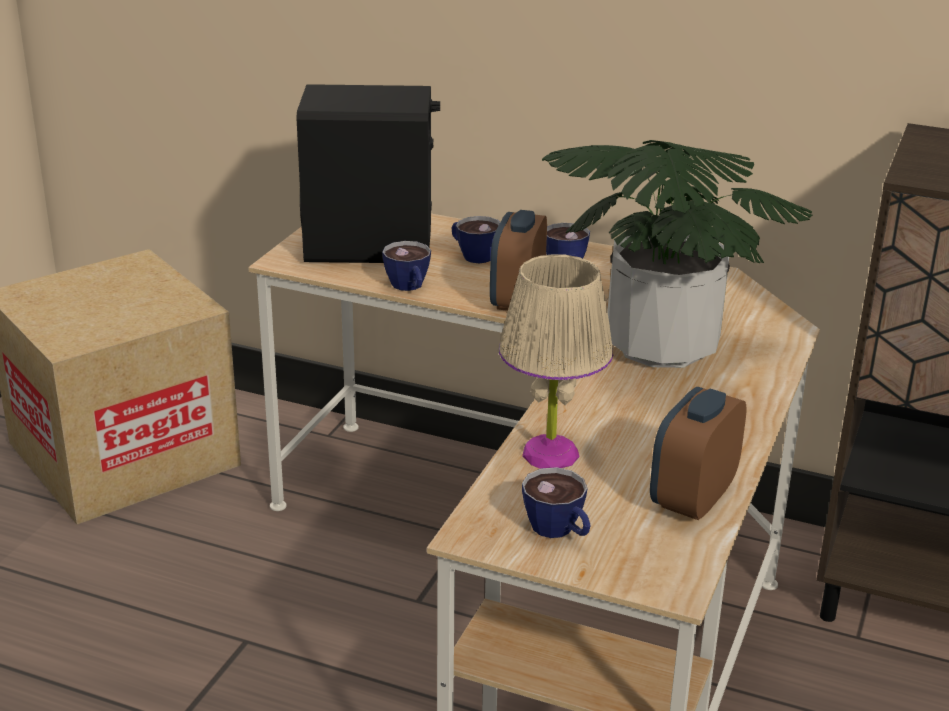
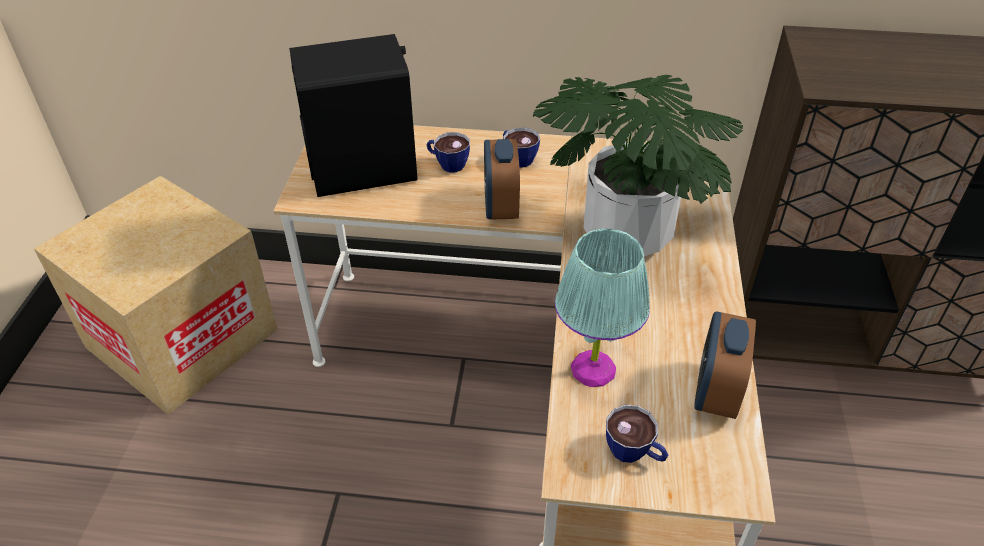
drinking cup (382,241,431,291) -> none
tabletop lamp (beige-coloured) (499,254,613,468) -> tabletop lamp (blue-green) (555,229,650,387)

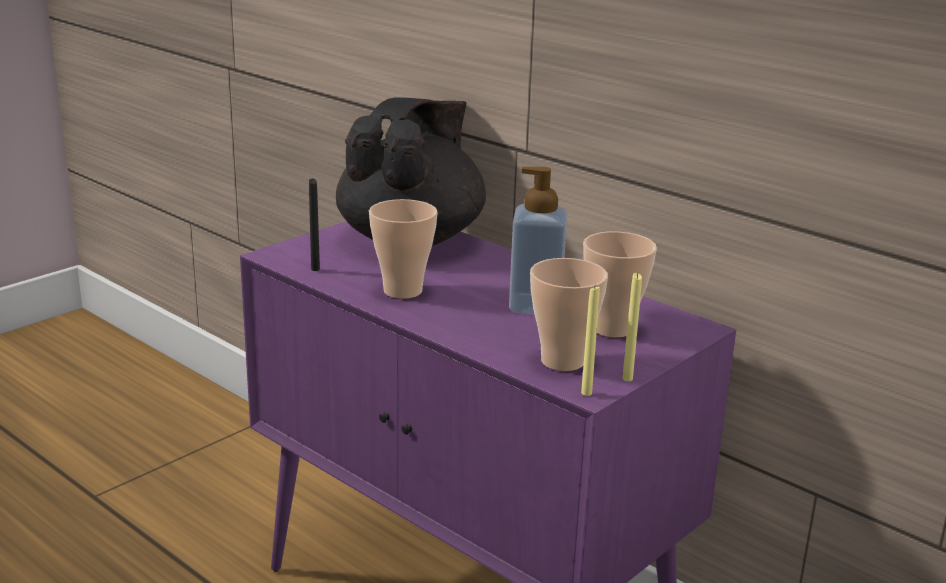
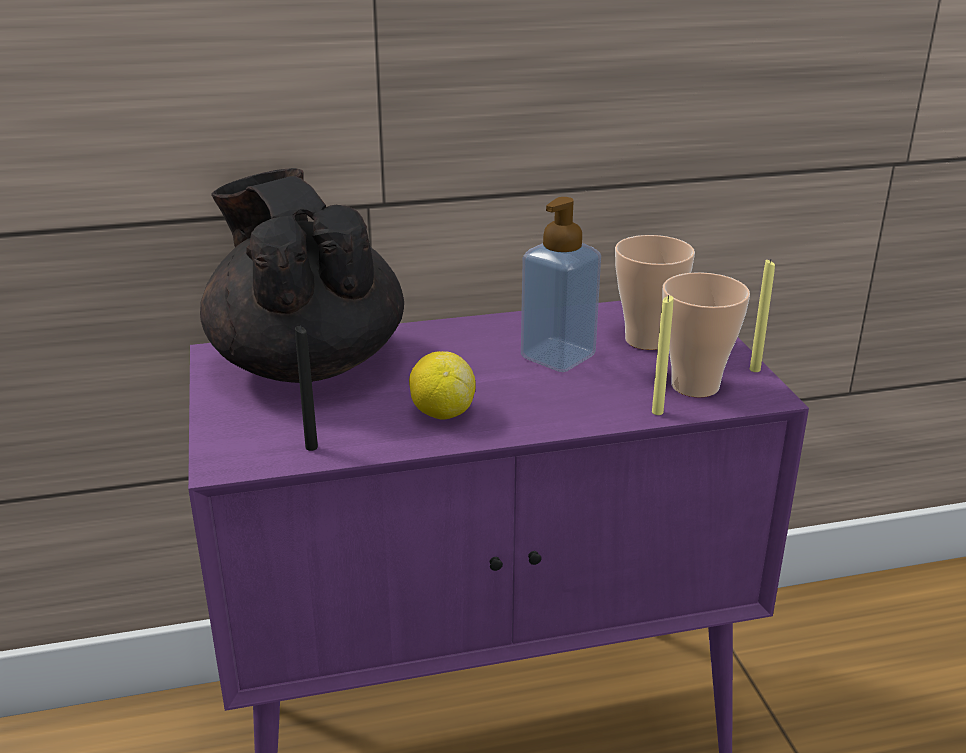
drinking cup (369,199,438,299) -> citrus fruit (409,351,475,420)
wax light (yellow-coloured) (581,287,600,396) -> wax light (yellow-coloured) (652,295,674,415), move

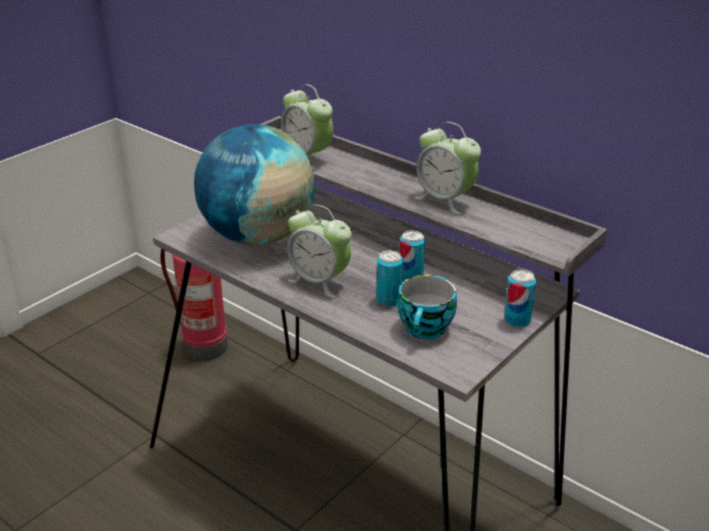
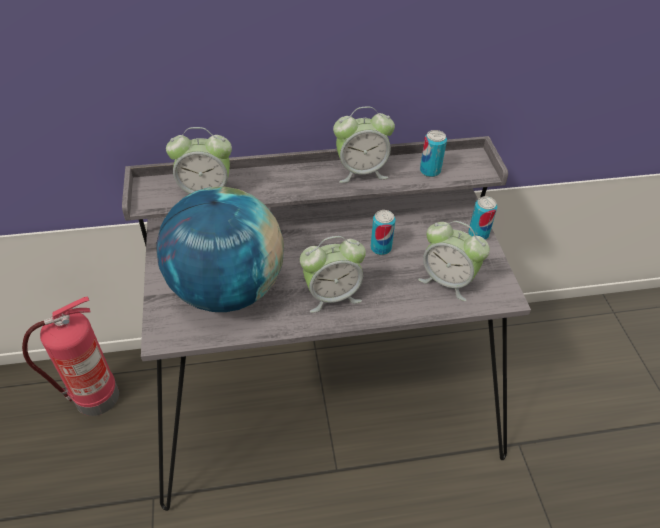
sealed can (377,250,403,307) -> sealed can (420,130,447,177), move
drinking cup (397,275,457,340) -> bedside clock (418,221,490,301)

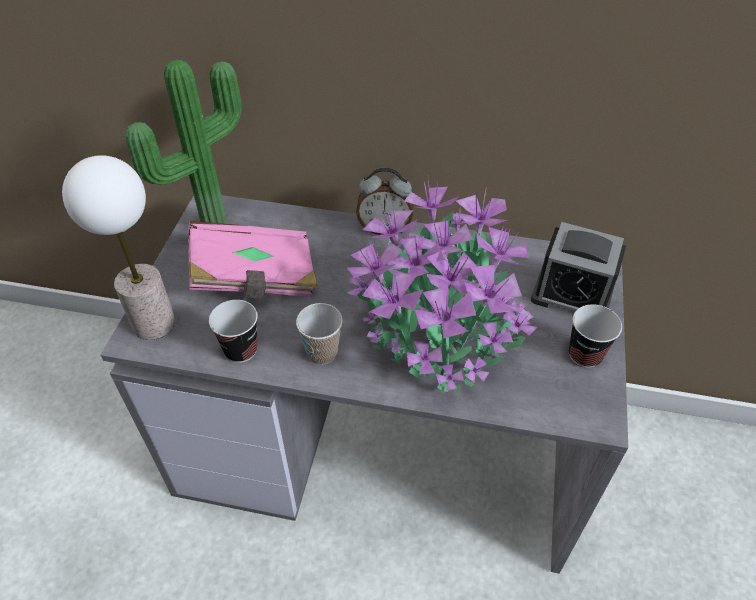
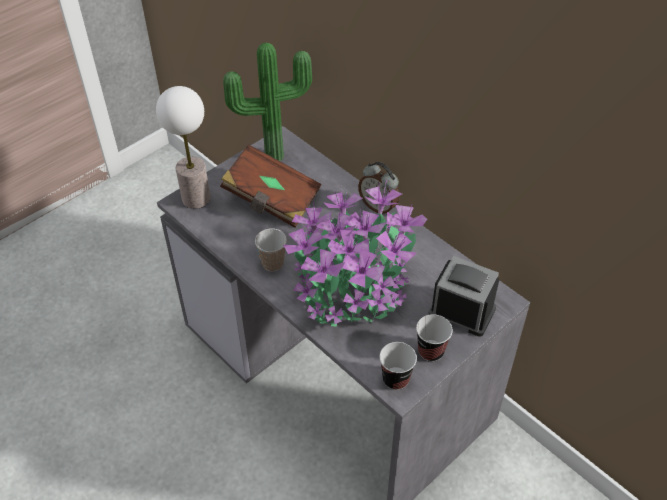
bound book (pinkish) (188,221,318,299) -> bound book (brownish) (220,144,321,228)
drinking cup (209,300,258,363) -> drinking cup (380,342,417,390), move
bedside clock (531,222,626,311) -> bedside clock (428,256,499,337), 150 degrees clockwise

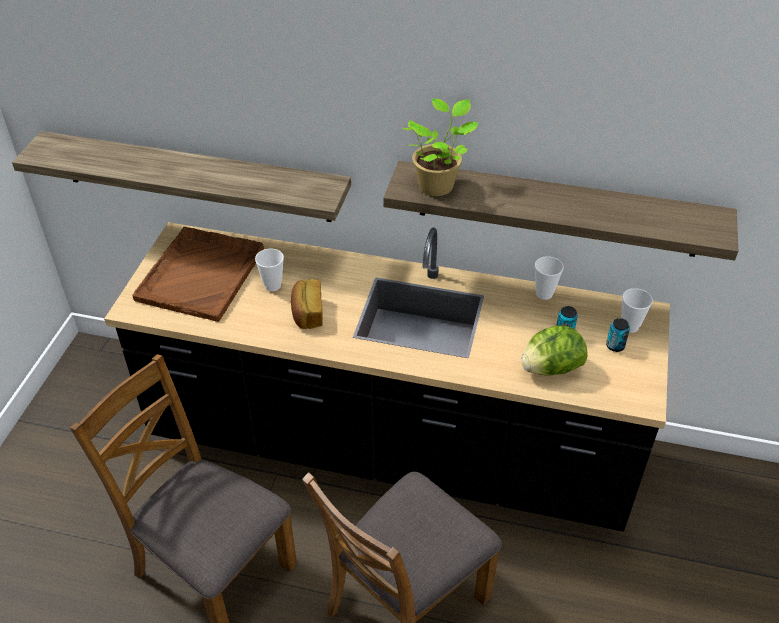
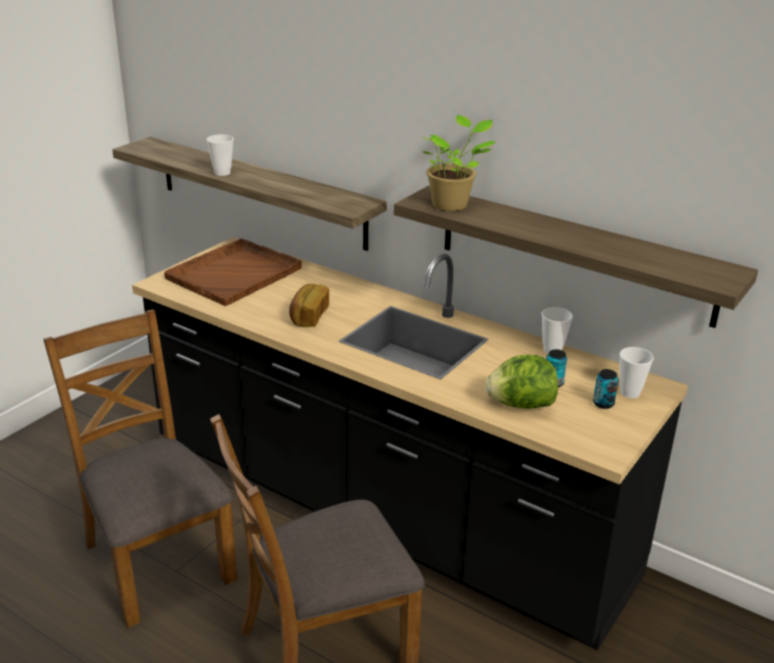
drinking cup (255,249,284,291) -> drinking cup (207,135,234,176), move

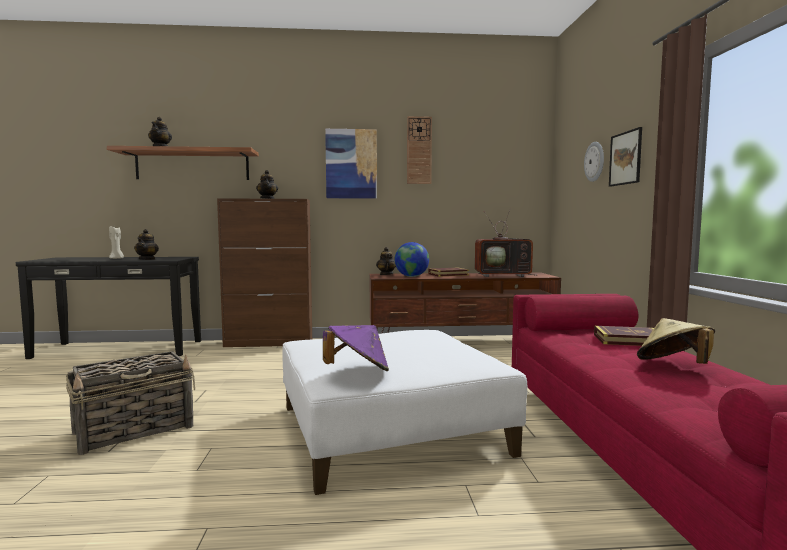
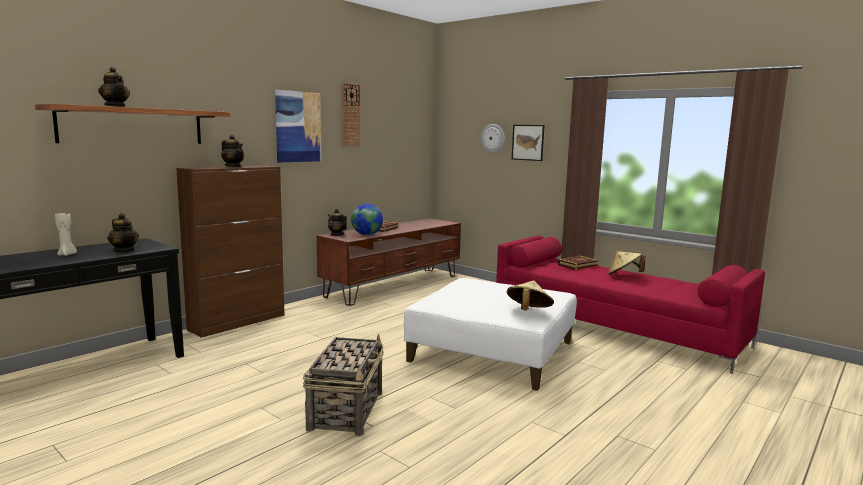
wearable hat (purple-coloured) (323,325,389,371) -> wearable hat (beige-coloured) (507,281,554,310)
TV set (475,207,536,277) -> none

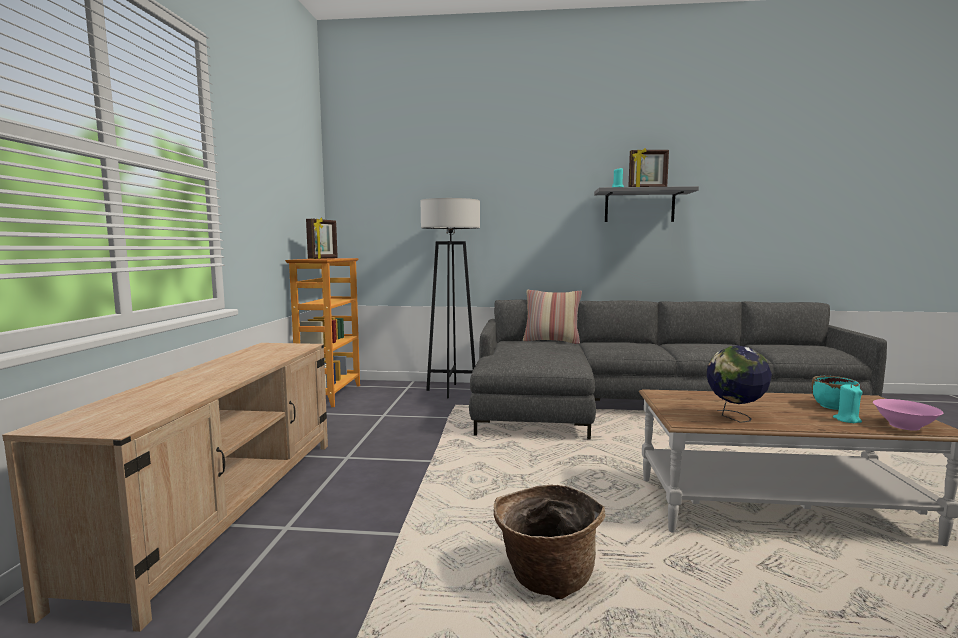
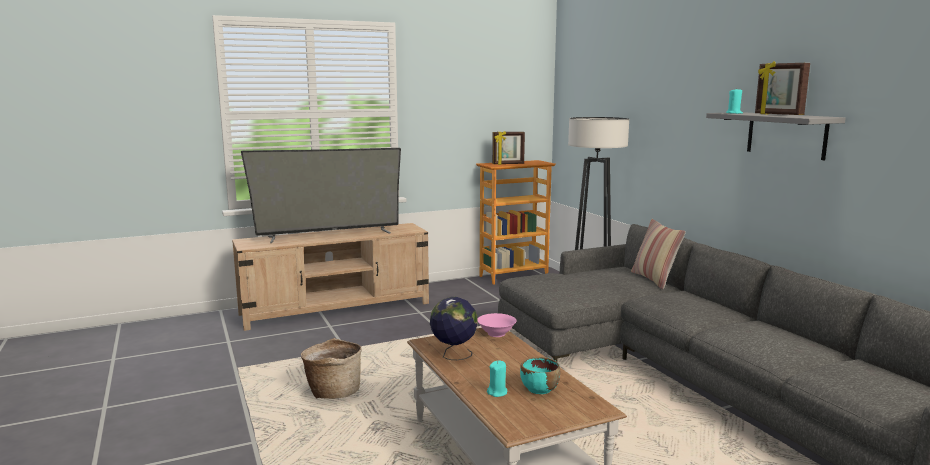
bowl (pinkish) (873,399,944,431) -> bowl (pinkish) (478,313,517,337), move
none -> TV set (241,148,401,243)

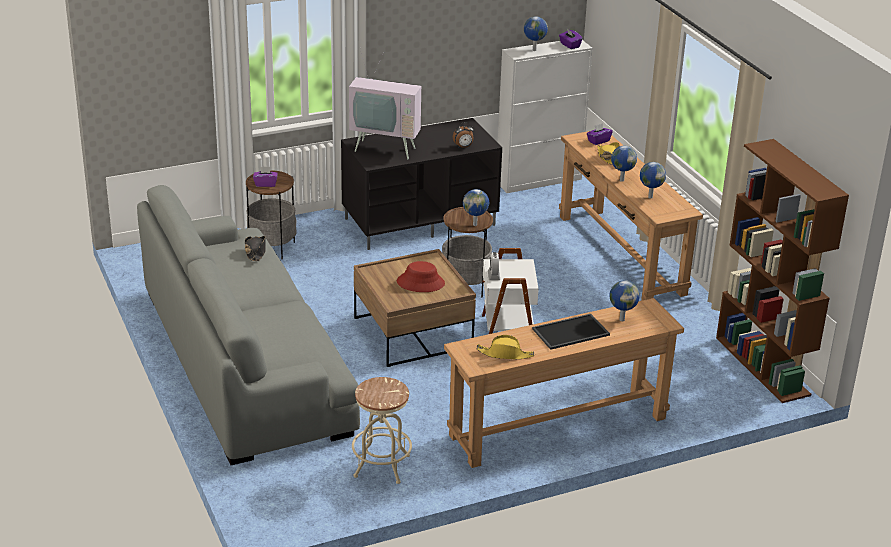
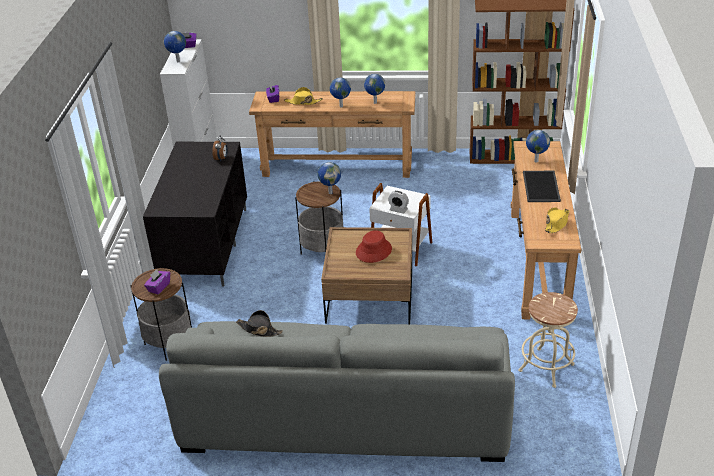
TV set (349,52,421,159) -> none

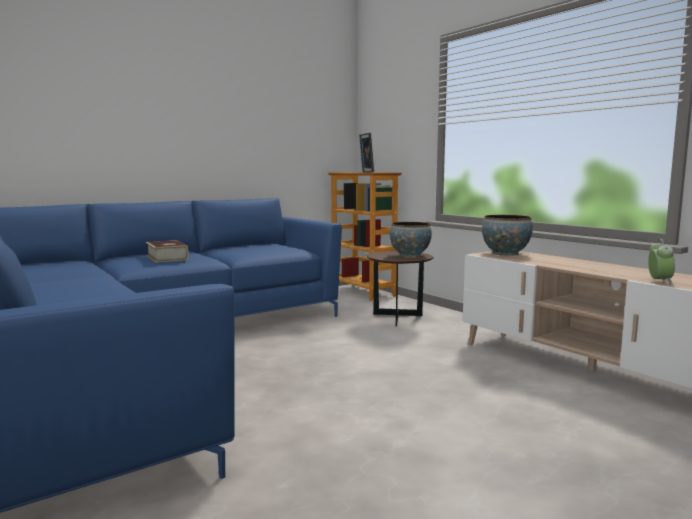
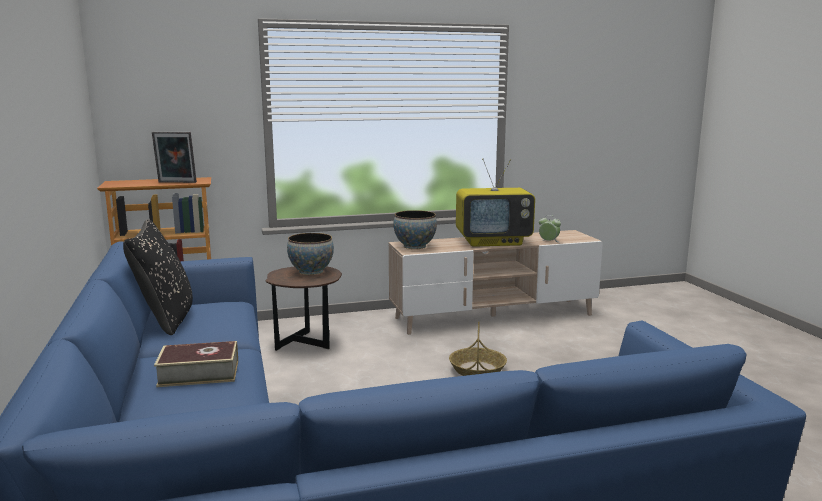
none -> cushion (black-coloured) (123,219,193,335)
none -> storage basket (449,322,507,376)
none -> TV set (456,159,535,247)

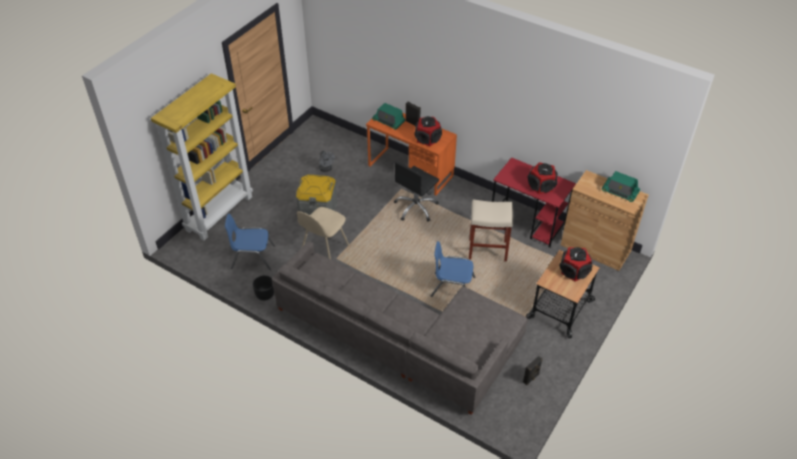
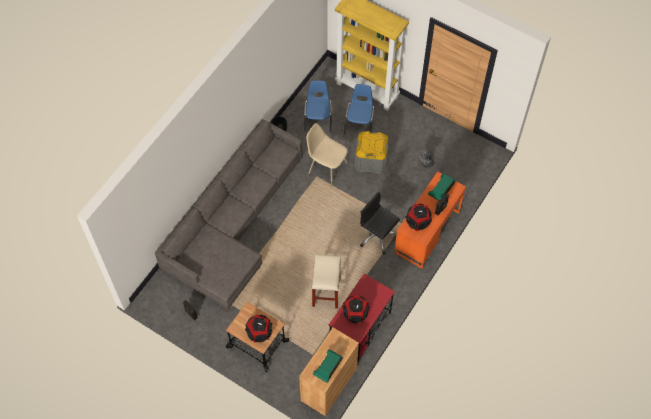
chair (bluish) (431,241,475,297) -> chair (bluish) (344,84,374,134), move

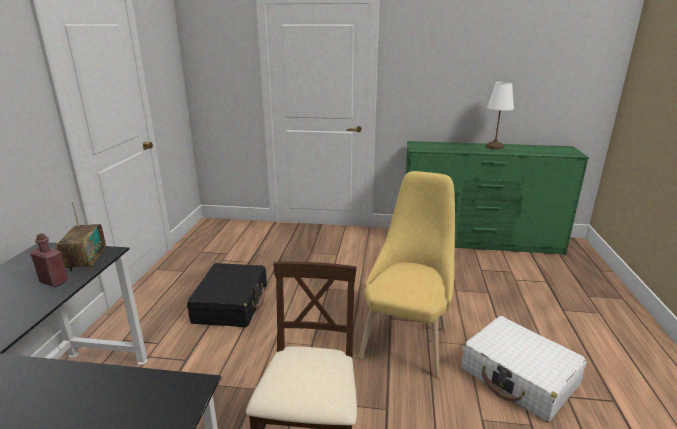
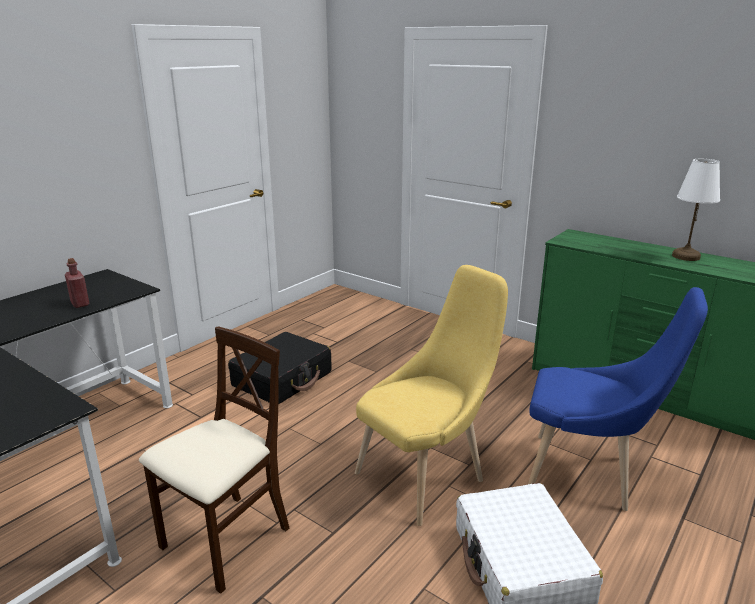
radio (57,202,106,272) -> none
none -> chair (bluish) (528,287,708,511)

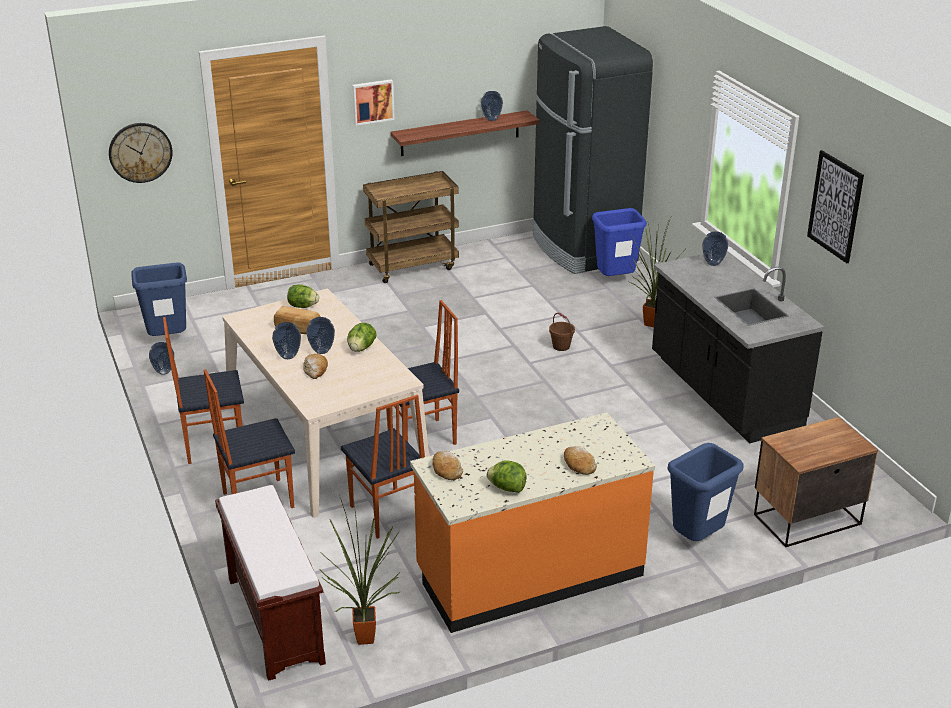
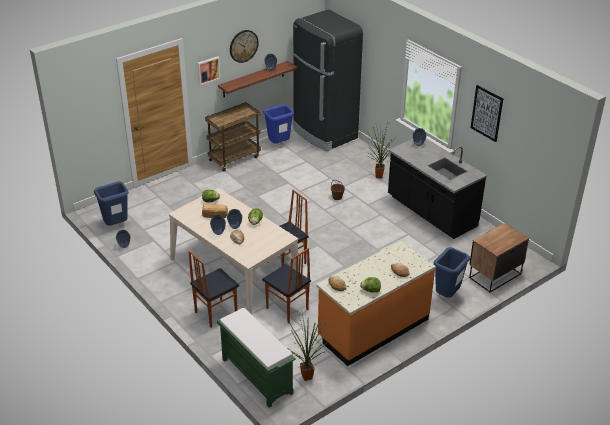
wall clock (109,123,173,183) -> wall clock (230,30,259,63), move
chair (163,317,244,464) -> none
indoor bench (brownish) (215,485,326,681) -> indoor bench (green-coloured) (217,308,296,408)
rubbish bin (bluish) (592,208,647,276) -> rubbish bin (bluish) (264,104,294,143), move

